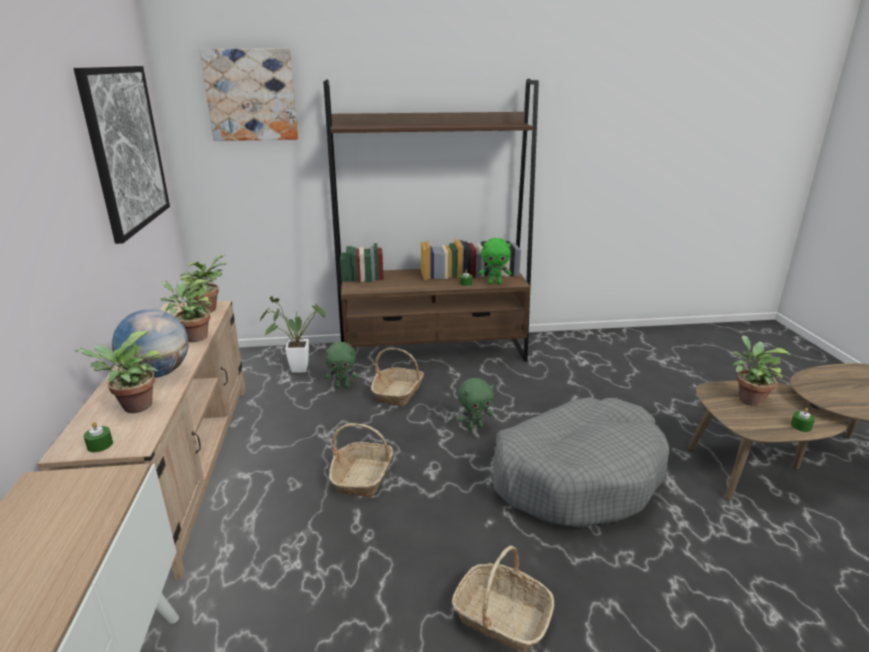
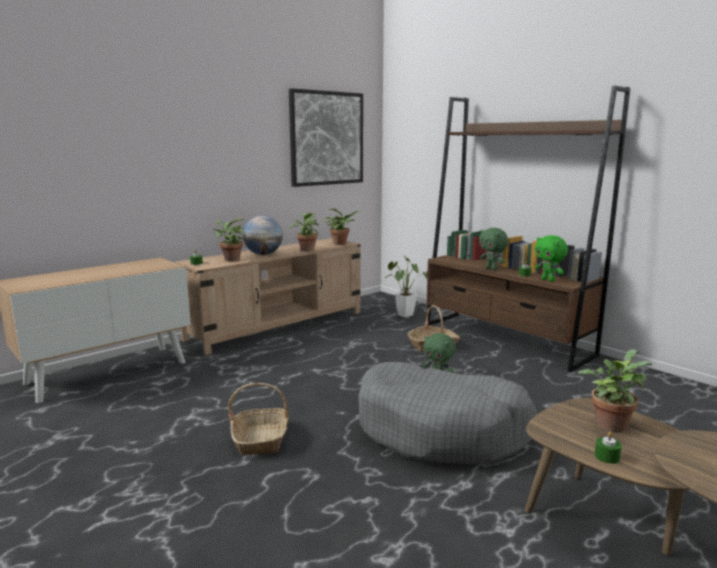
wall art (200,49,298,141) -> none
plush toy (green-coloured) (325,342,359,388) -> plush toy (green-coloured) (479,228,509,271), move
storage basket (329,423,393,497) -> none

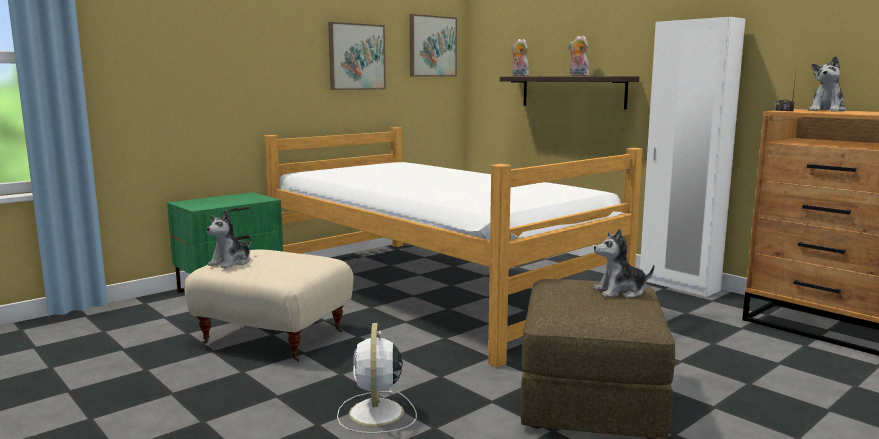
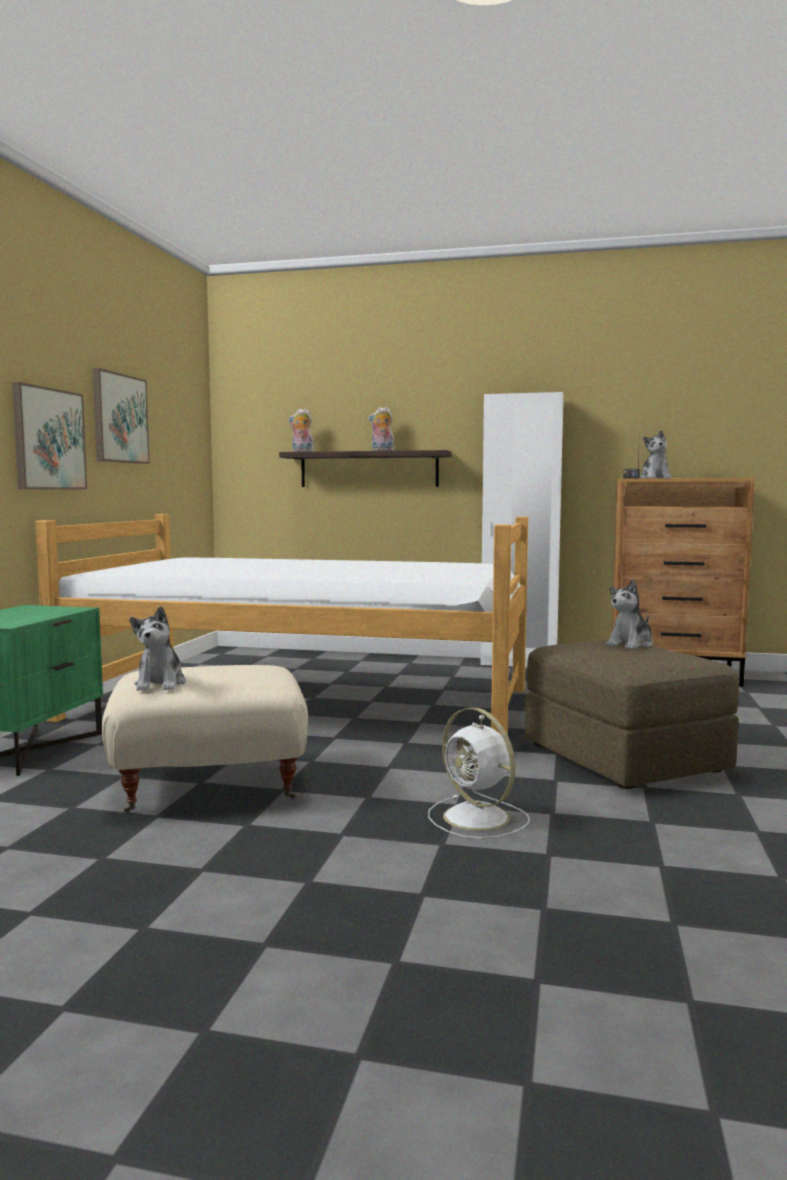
wall art (410,14,457,77) -> wall art (12,382,87,490), move

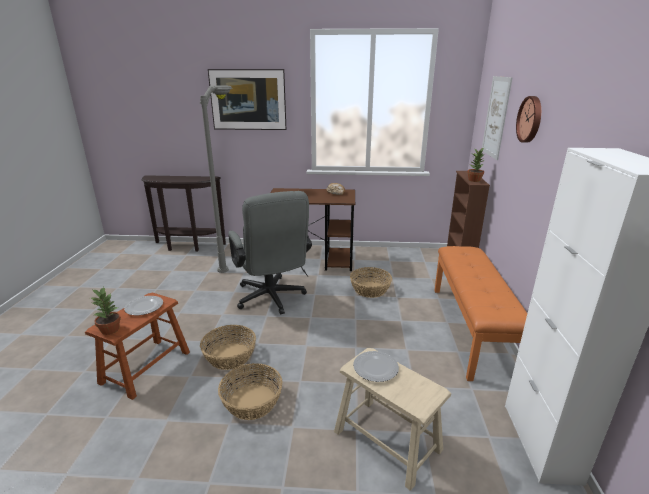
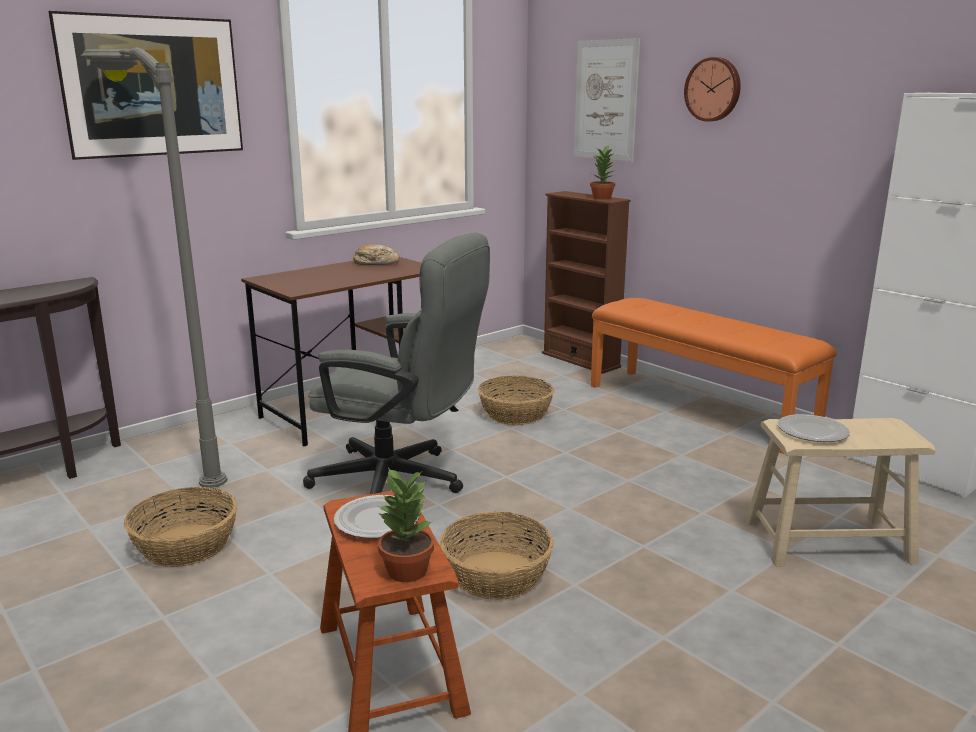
storage basket (218,363,283,420) -> storage basket (124,487,237,567), move

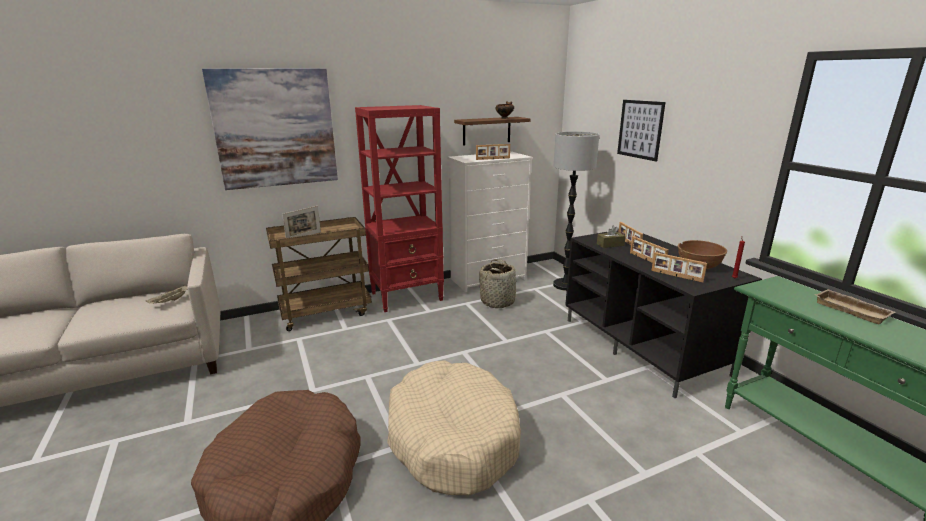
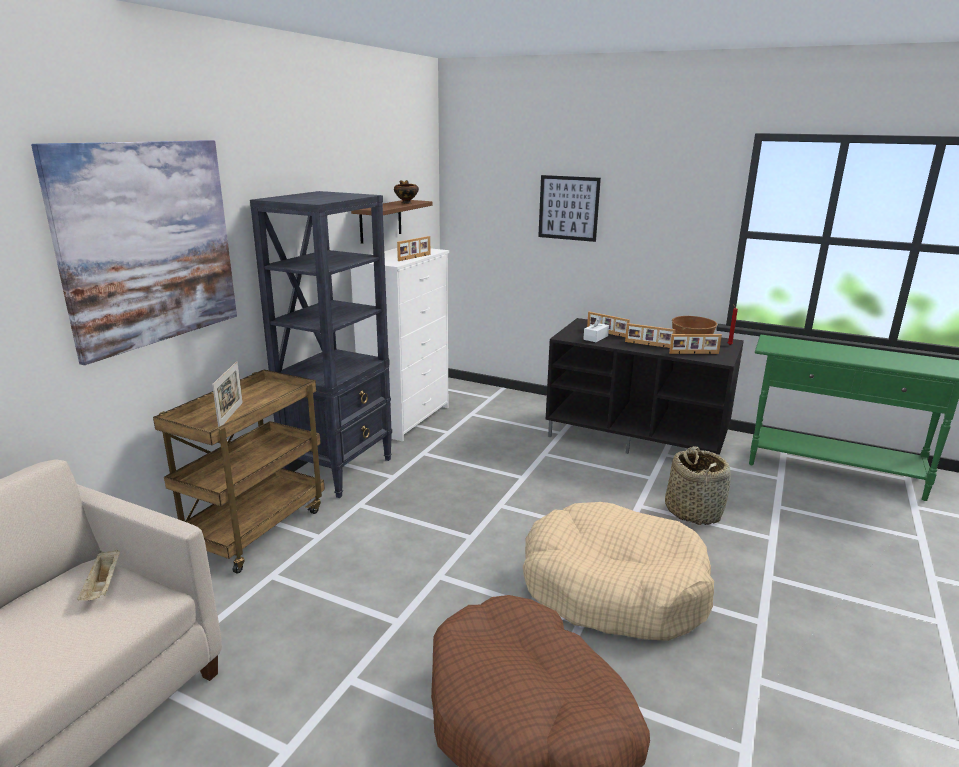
bookcase (reddish) (355,105,444,312) -> bookcase (black-coloured) (250,191,392,498)
storage basket (479,259,516,308) -> storage basket (665,446,731,525), move
standard lamp (553,131,599,291) -> none
tissue holder (brownish) (597,226,626,248) -> tissue holder (whitish) (583,316,609,342)
carrying tray (beige-coloured) (815,289,895,325) -> none

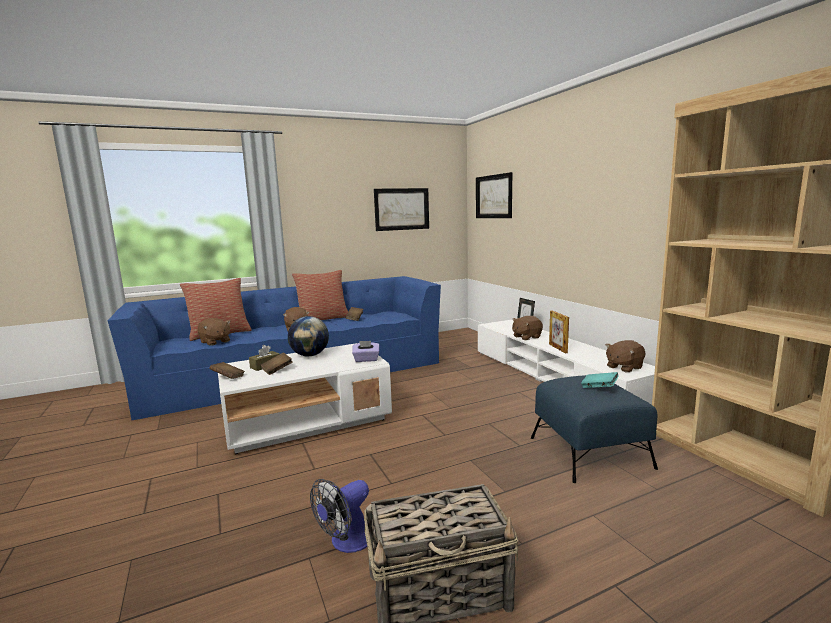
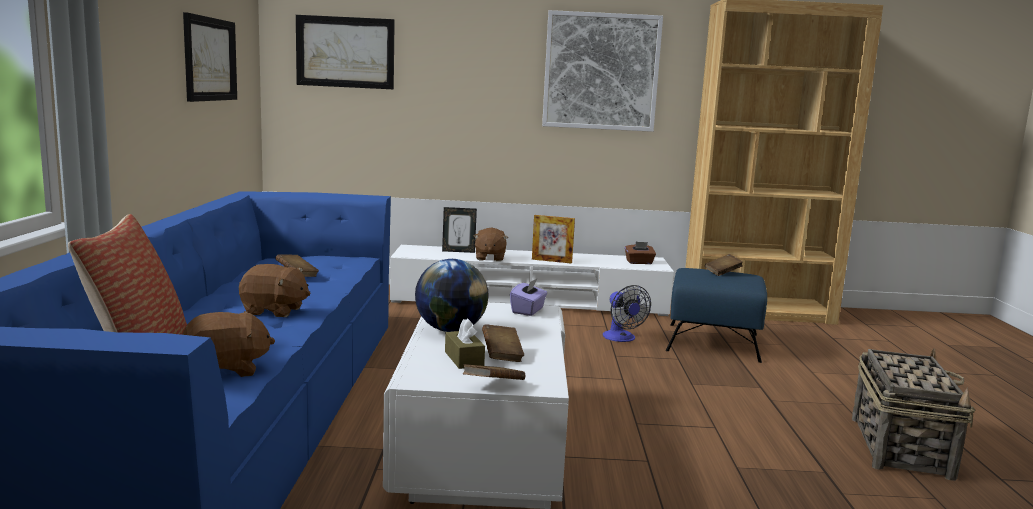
cushion (292,270,348,320) -> none
cooling fan (310,479,369,553) -> cooling fan (603,285,651,342), move
bound book (blue-green) (581,372,619,388) -> bound book (brownish) (705,254,743,276)
plush toy (brownish) (606,340,645,372) -> tissue holder (brownish) (625,242,656,264)
none -> wall art (542,10,663,132)

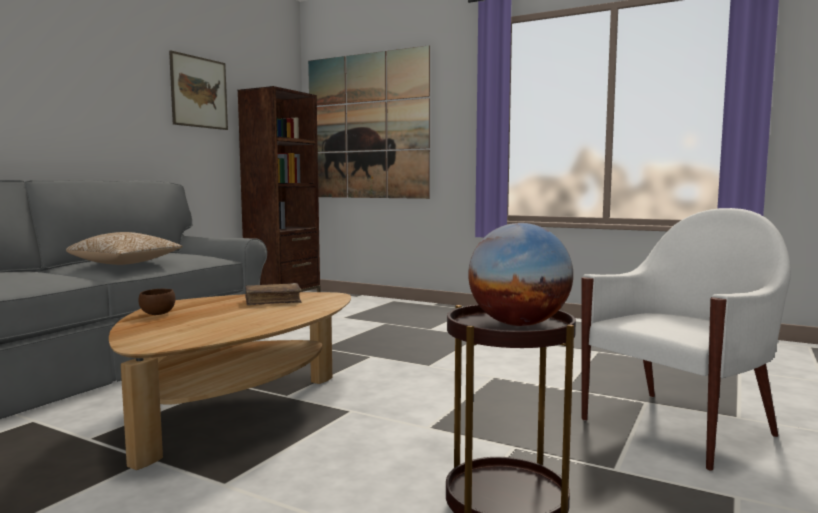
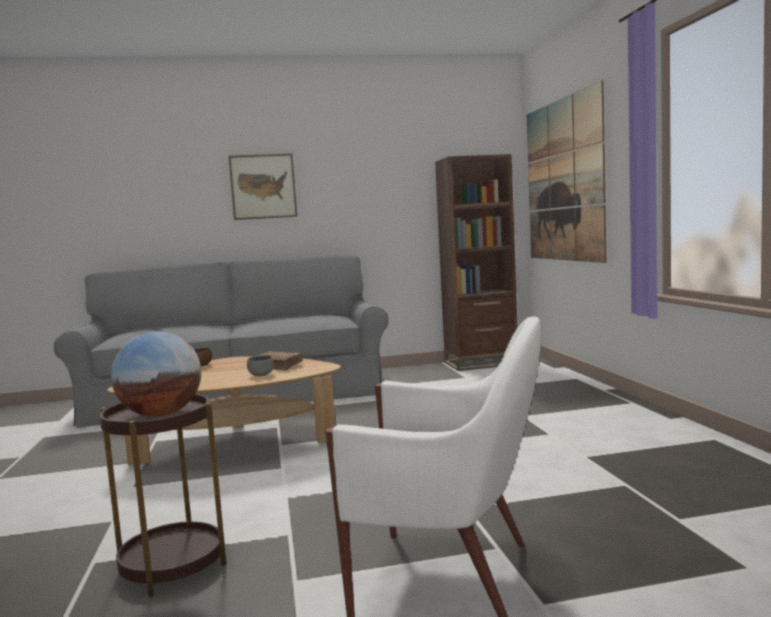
cushion (66,232,183,265) -> none
wall art (169,50,228,130) -> wall art (228,154,297,220), move
none -> bowl (grey) (247,355,274,377)

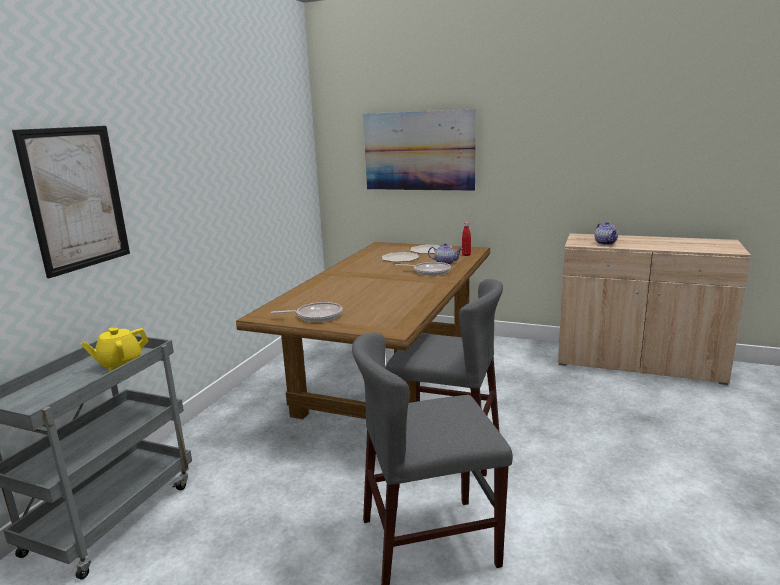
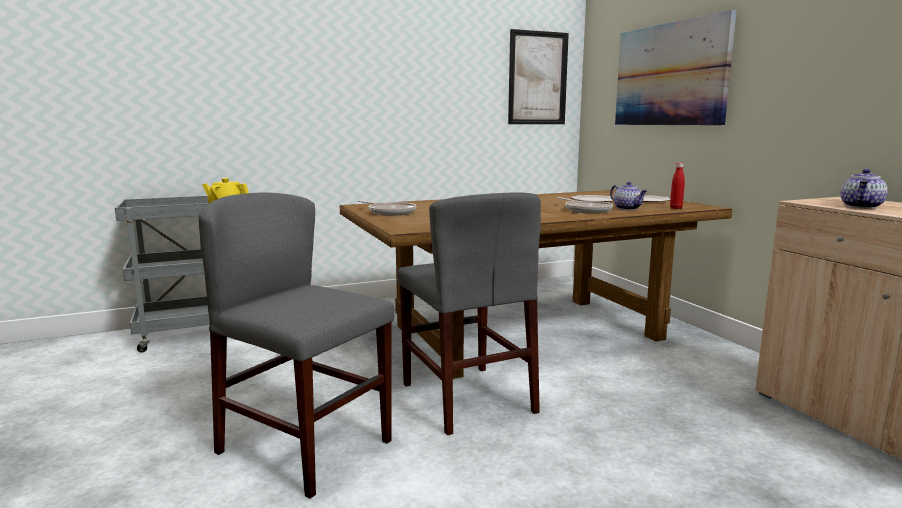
wall art (12,126,130,278) -> wall art (508,29,569,124), move

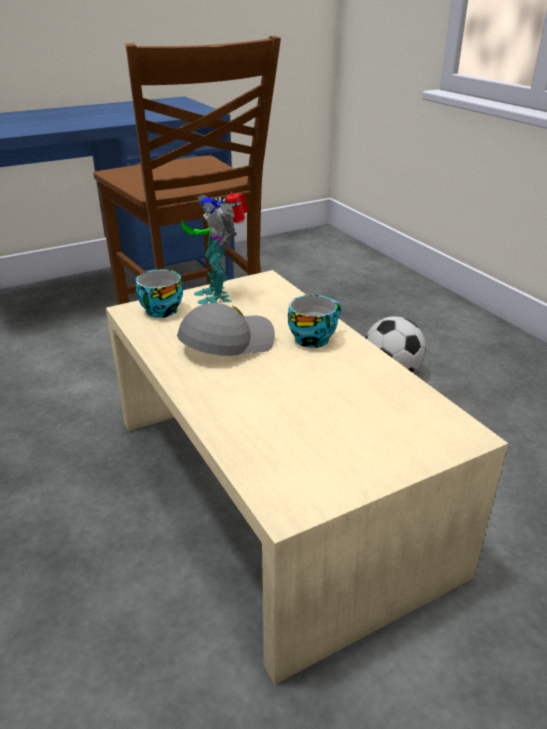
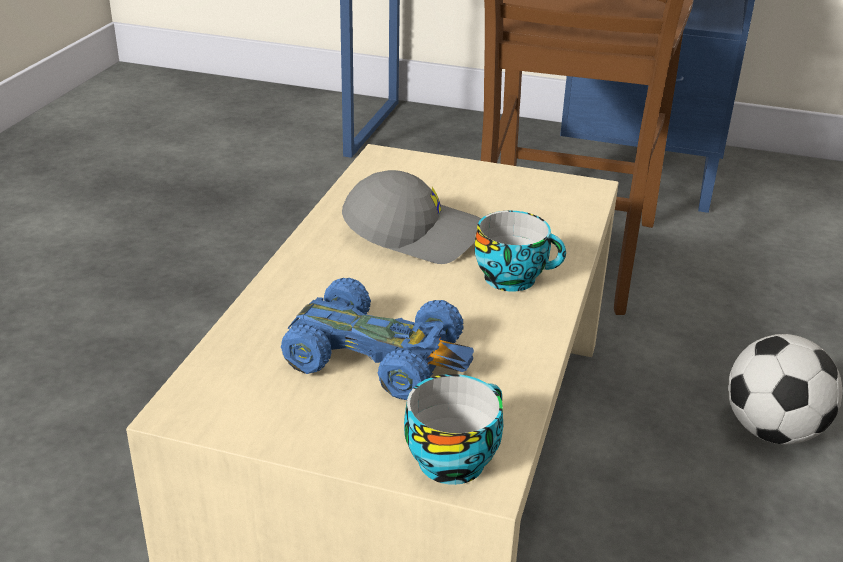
drinking cup (136,270,183,318) -> drinking cup (404,374,503,485), move
model robot (182,192,248,304) -> none
none -> model car (bluish) (281,278,474,400)

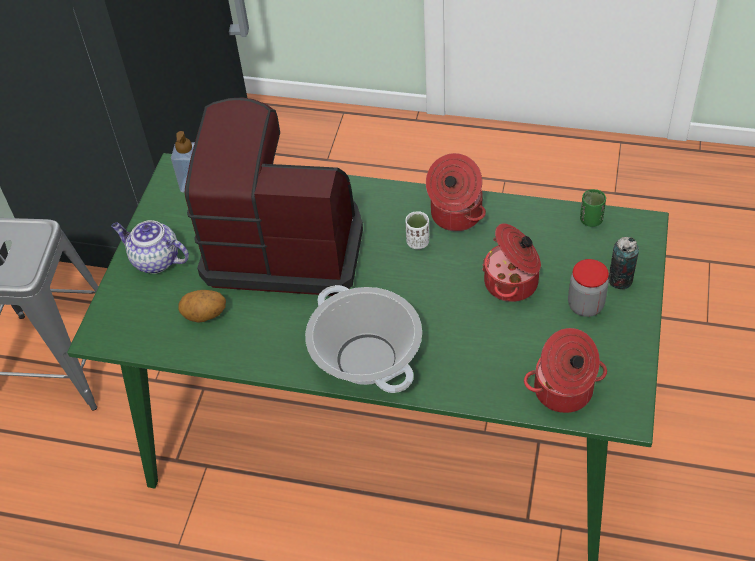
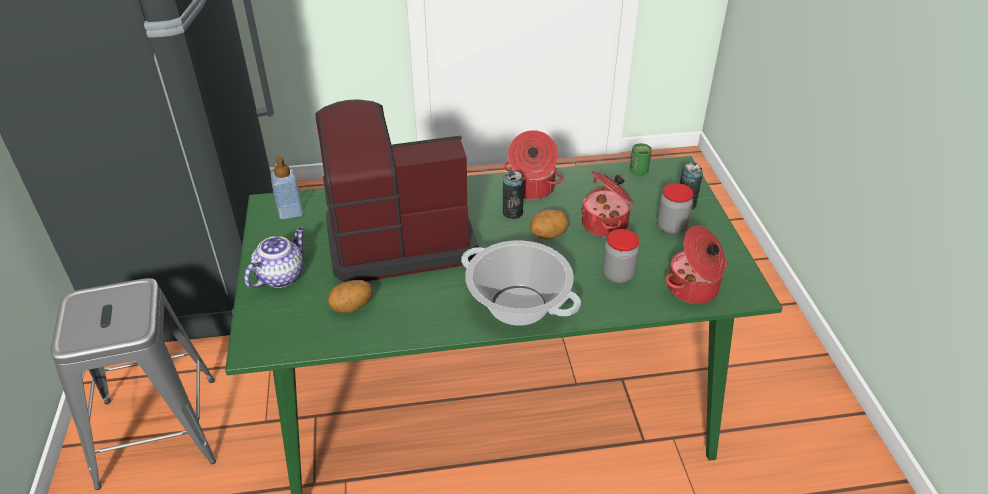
pot for tea (111,220,189,274) -> pot for tea (244,227,305,288), 120 degrees clockwise
drinking cup (whitish) (405,212,429,249) -> sealed can (502,171,524,219)
none -> whole potato (529,209,569,239)
none -> jar (602,229,639,283)

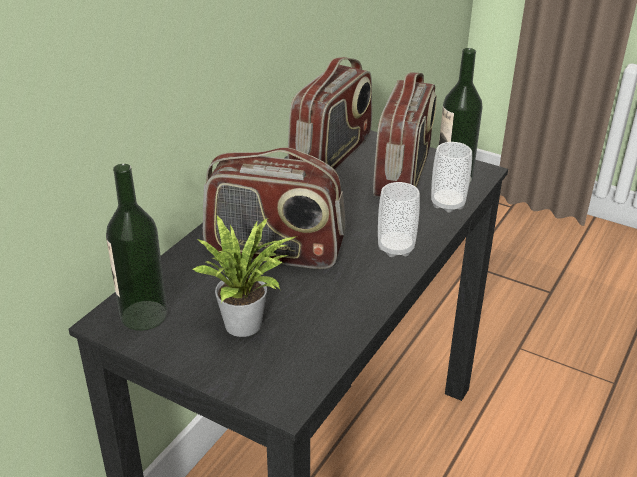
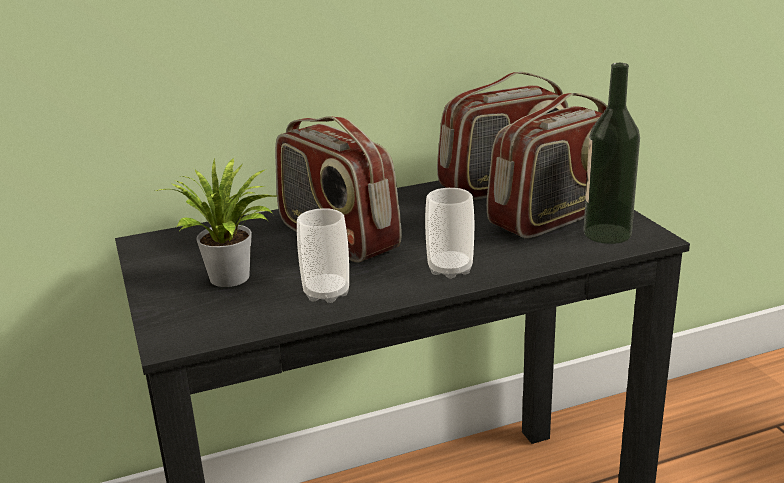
beverage bottle (106,164,168,331) -> none
drinking cup (431,142,472,213) -> drinking cup (297,208,349,303), move

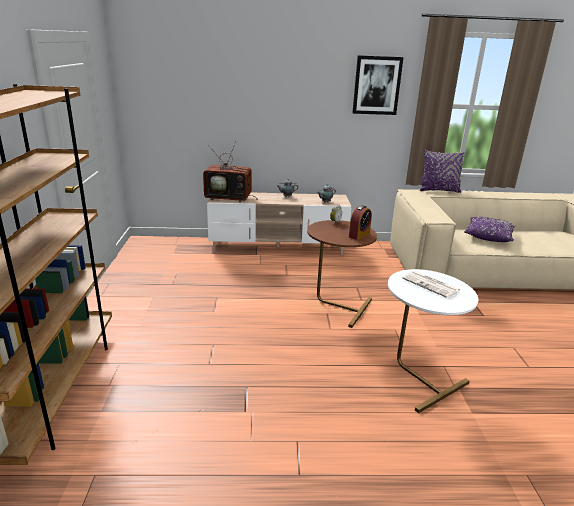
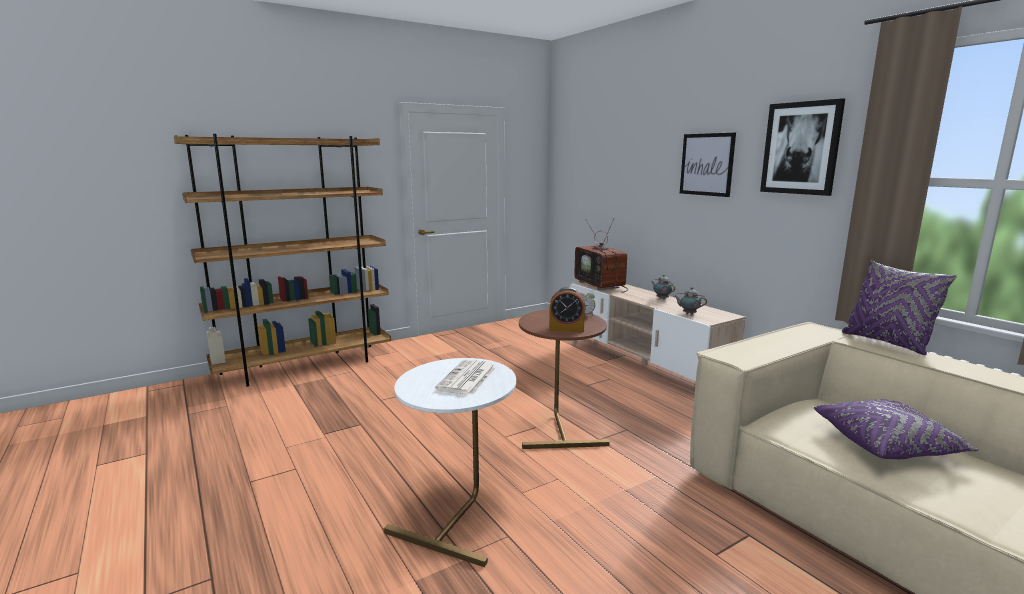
none -> wall art (680,133,736,197)

